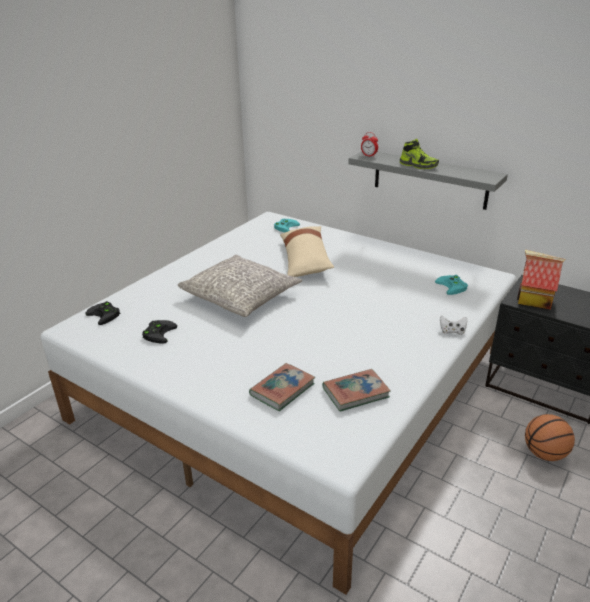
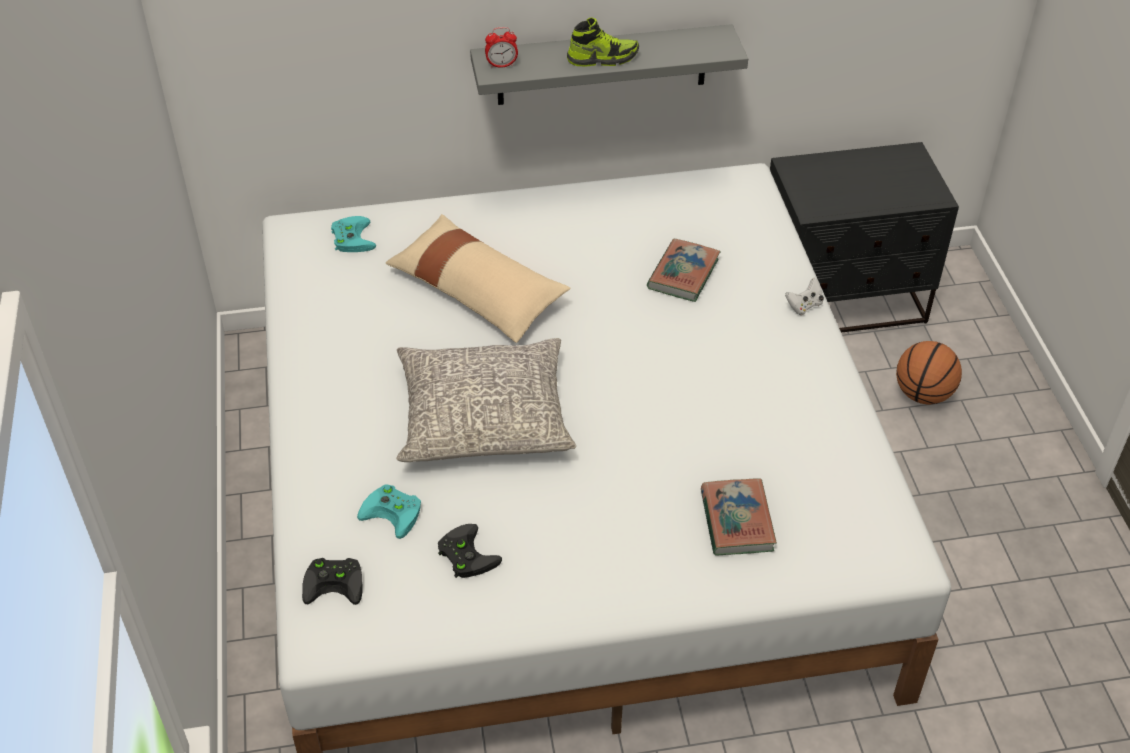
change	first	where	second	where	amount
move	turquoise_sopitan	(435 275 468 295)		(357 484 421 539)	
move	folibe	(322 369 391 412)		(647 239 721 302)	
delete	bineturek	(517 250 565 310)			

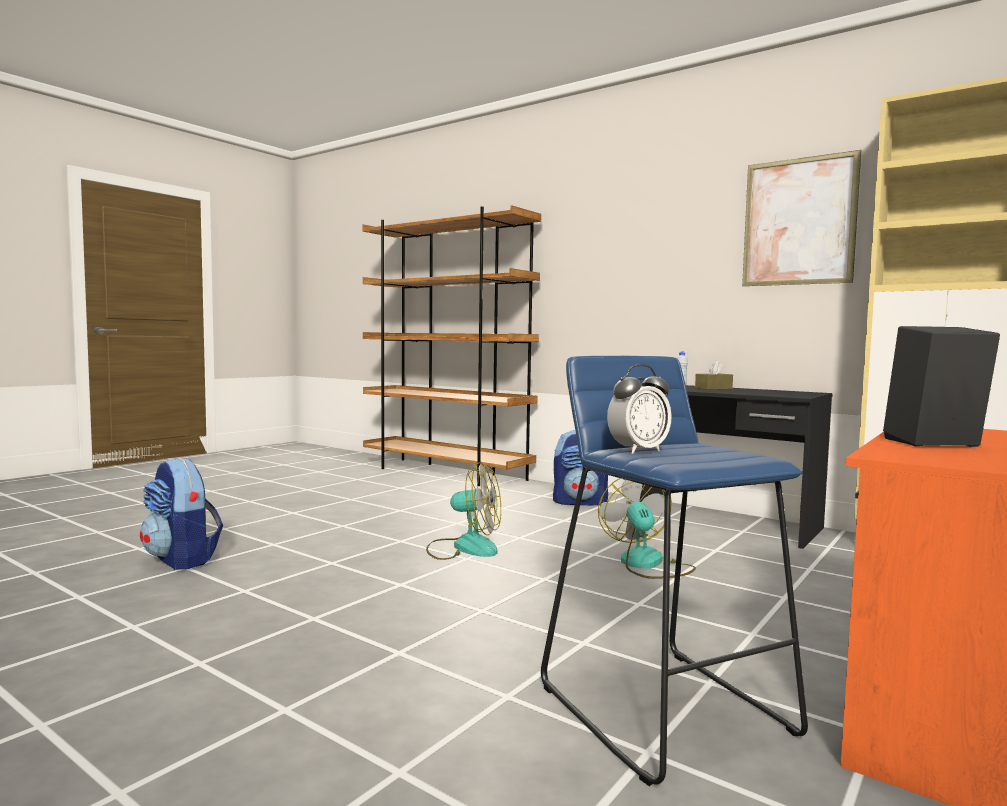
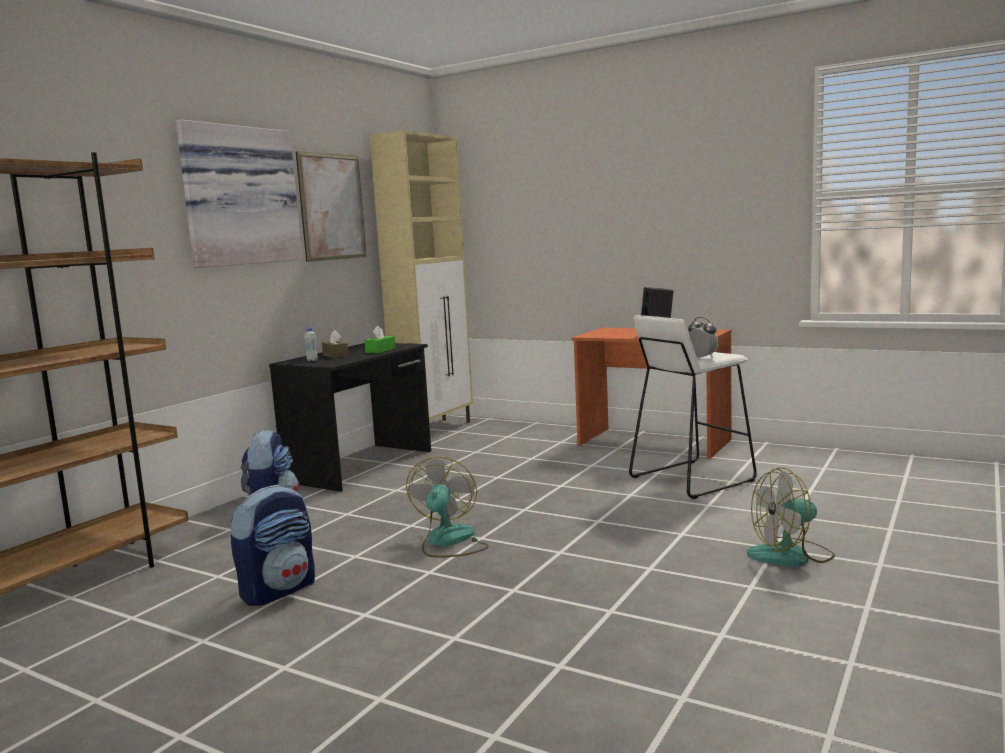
change	first	where	second	where	amount
insert			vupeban	(176 119 302 268)	
move	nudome	(140 458 223 570)		(231 485 315 606)	
insert			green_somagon	(364 326 396 353)	
recolor	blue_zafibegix	(541 356 808 786)	white_zafibegix	(629 315 757 499)	
move	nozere	(598 478 696 579)		(747 467 835 567)	

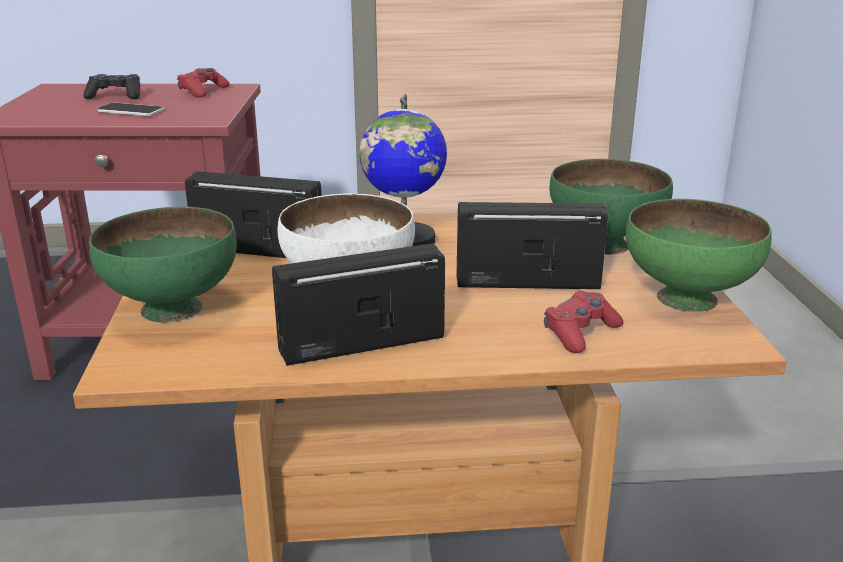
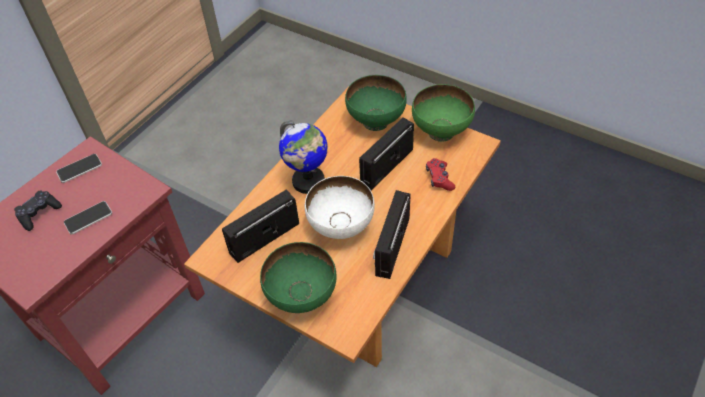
change	first	where	second	where	amount
replace	red_sopitan	(177 68 230 98)	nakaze	(56 154 102 183)	

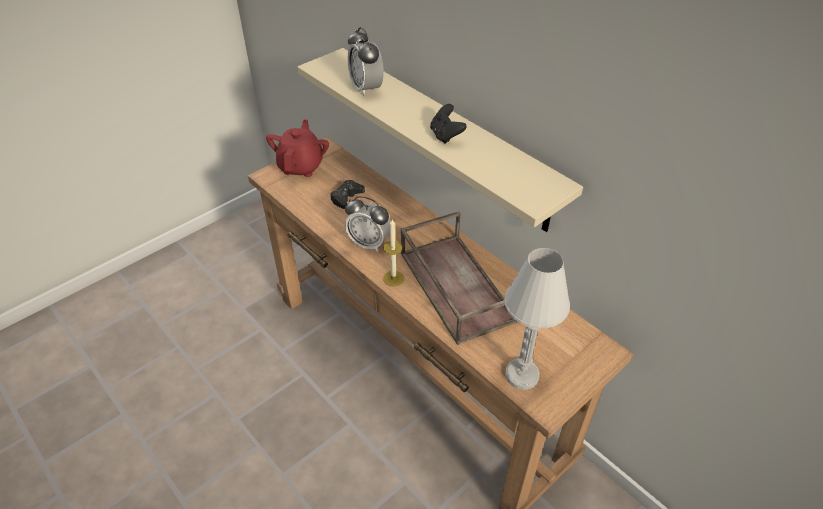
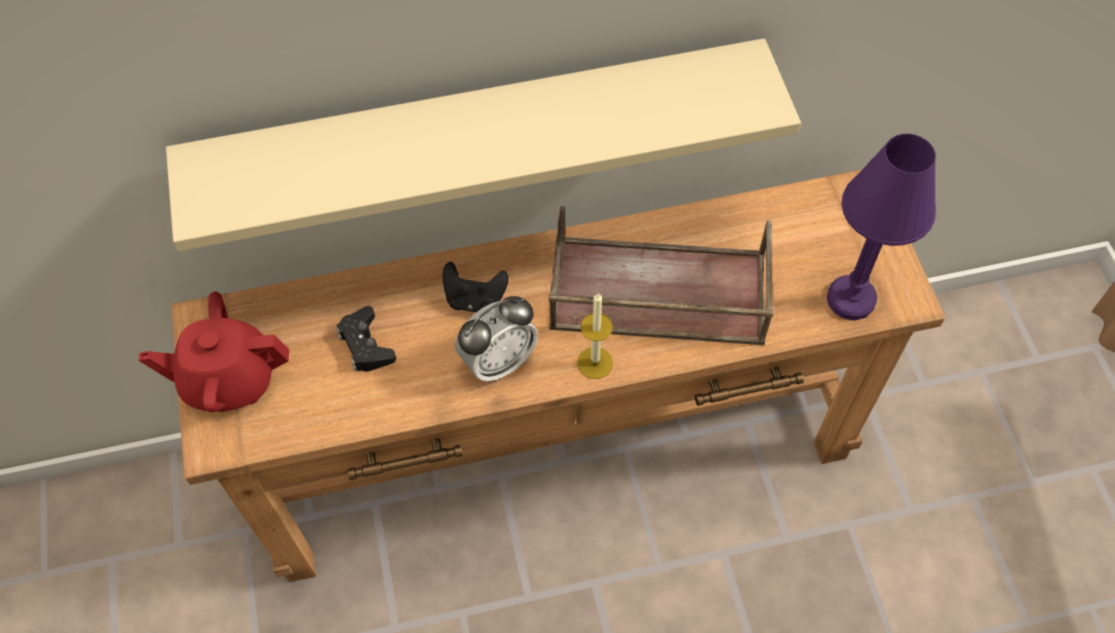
change	first	where	second	where	amount
rotate	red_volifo	(266 120 329 177)		(139 292 289 412)	45 degrees counterclockwise
move	black_sopitan	(430 104 467 144)		(443 262 509 312)	
recolor	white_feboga	(504 248 570 390)	purple_feboga	(827 134 936 321)	
delete	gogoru	(348 27 384 97)			

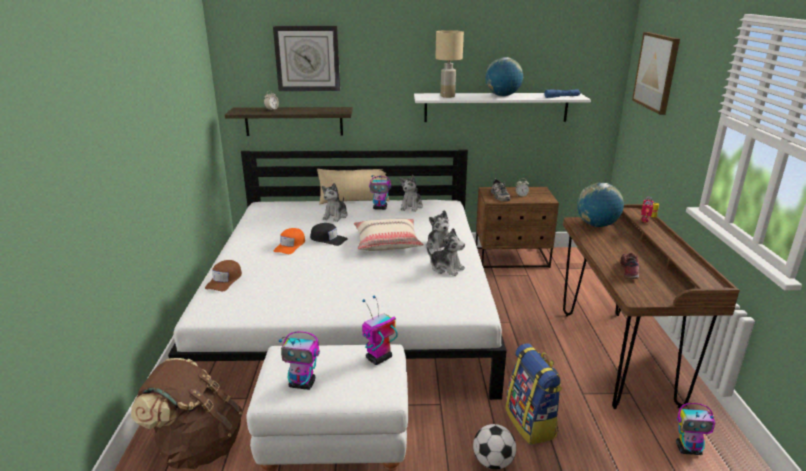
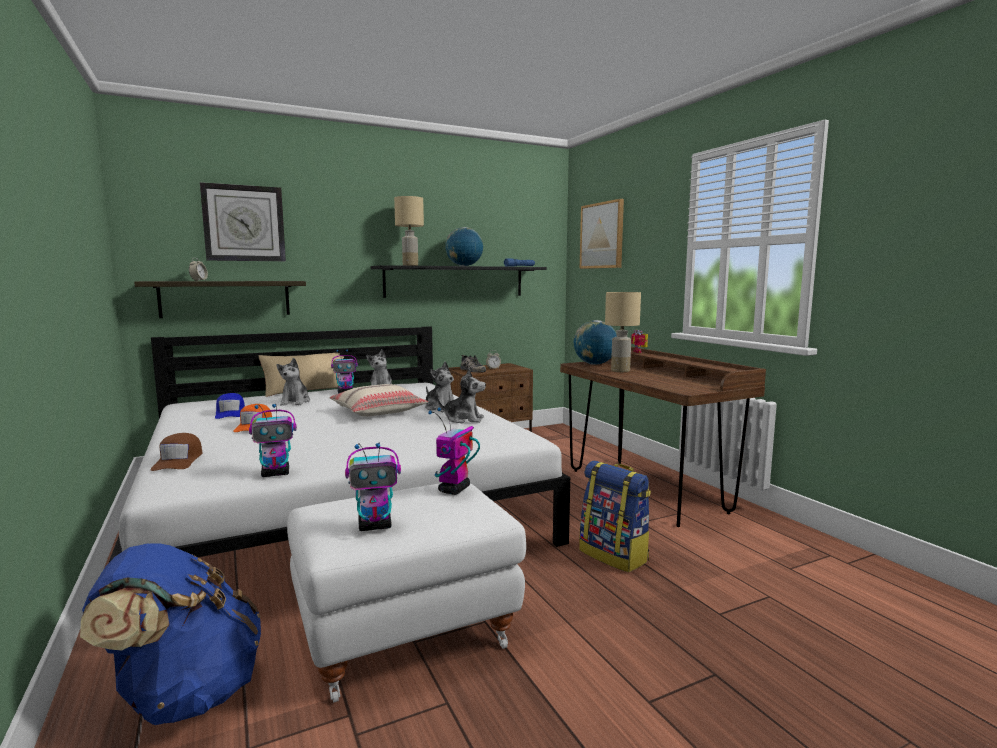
change	first	where	second	where	amount
recolor	brown_nudome	(131 358 242 469)	blue_nudome	(80 544 261 725)	
insert			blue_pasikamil	(215 393 245 419)	
move	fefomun	(676 403 715 455)		(249 404 297 477)	
recolor	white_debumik	(414 93 591 122)	black_debumik	(371 265 547 298)	
insert			beige_feboga	(605 292 641 372)	
delete	black_pasikamil	(310 223 348 246)			
delete	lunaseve	(473 424 516 470)			
delete	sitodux	(620 253 639 279)			

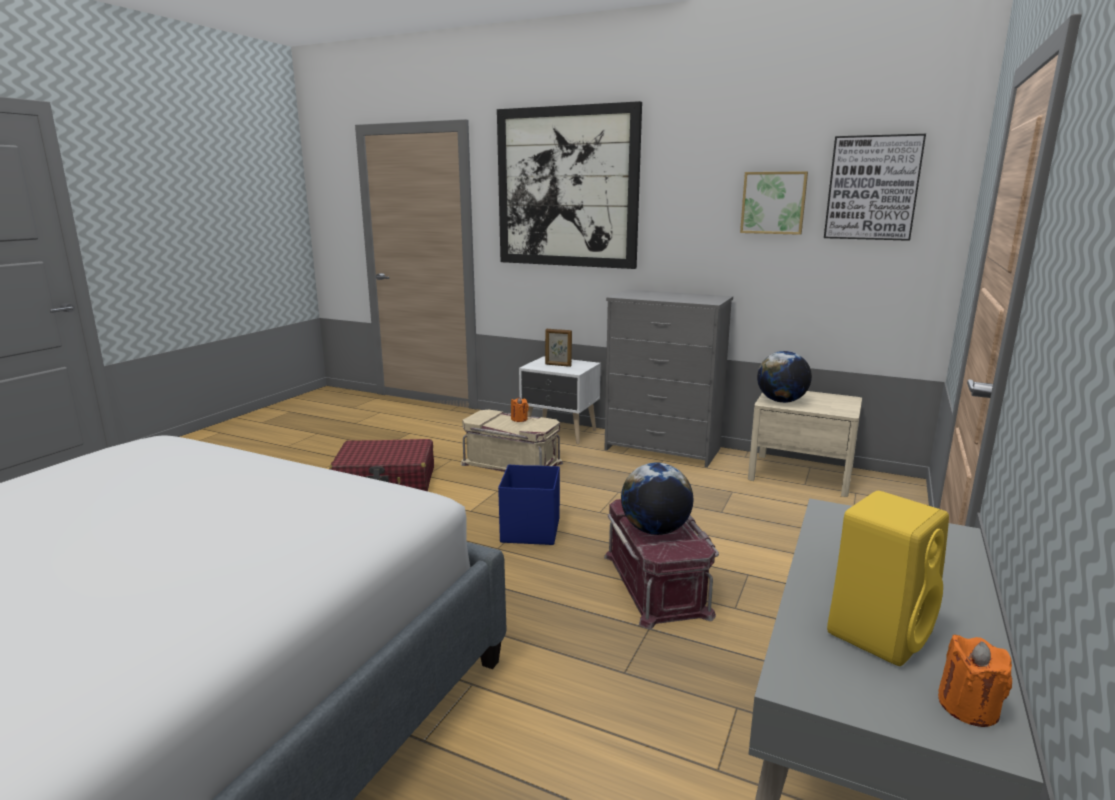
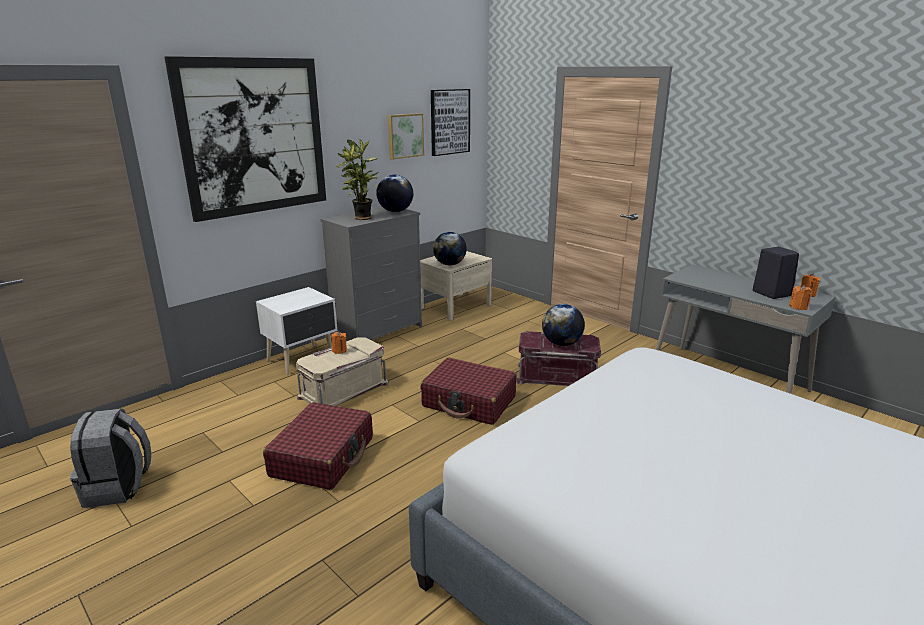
change	first	where	second	where	amount
insert			grey_nudome	(70 409 151 508)	
insert			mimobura	(335 139 378 220)	
insert			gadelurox	(376 175 413 212)	
replace	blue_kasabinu	(498 465 560 545)	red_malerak	(420 358 516 425)	
recolor	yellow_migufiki	(827 491 949 666)	black_migufiki	(753 247 799 299)	
insert			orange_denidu	(789 285 813 310)	
delete	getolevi	(545 329 572 367)			

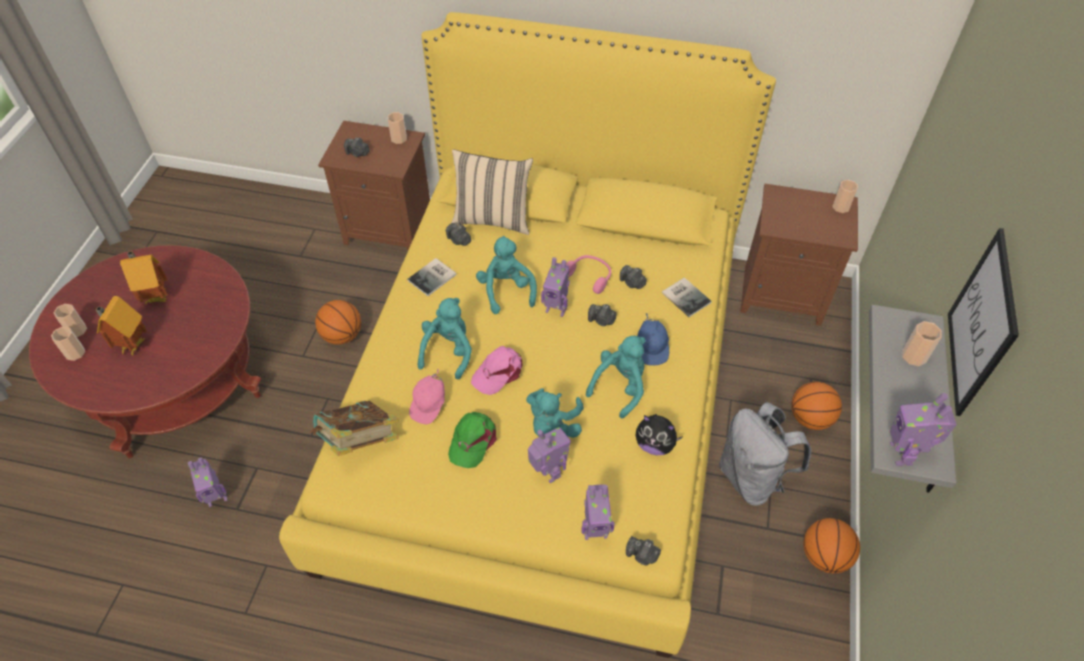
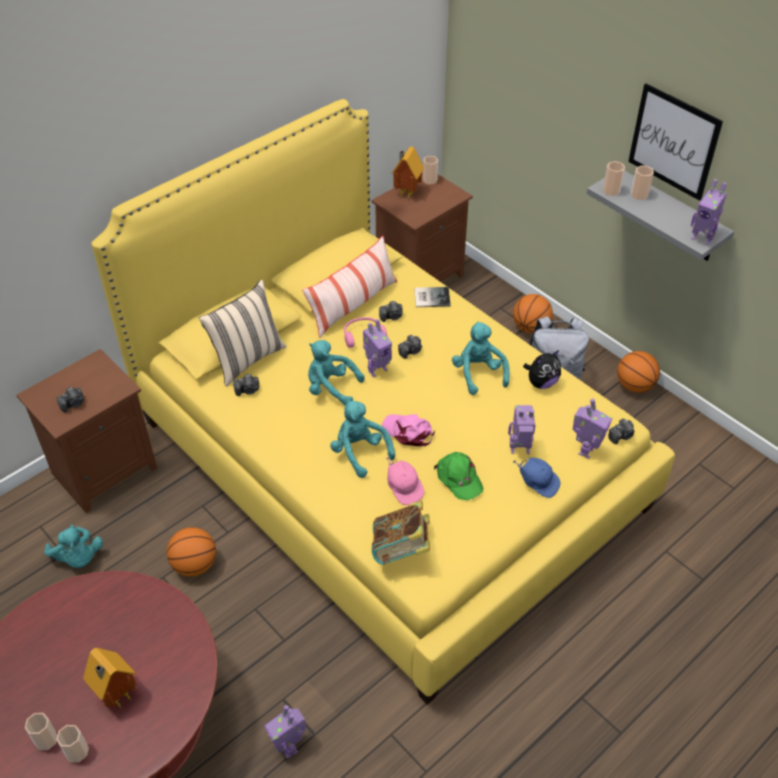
change	first	where	second	where	amount
move	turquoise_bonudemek	(526 388 584 438)		(44 525 103 568)	
rotate	fefomun	(188 458 227 507)		(265 705 306 759)	135 degrees clockwise
insert			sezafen	(302 236 397 338)	
rotate	pink_pasikamil	(471 346 523 395)		(382 414 435 446)	135 degrees clockwise
move	bineturek	(120 251 168 304)		(392 147 424 199)	
move	blue_pasikamil	(637 313 669 366)		(513 458 560 498)	
move	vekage	(388 112 407 144)		(603 161 625 196)	
delete	folibe	(407 258 457 296)			

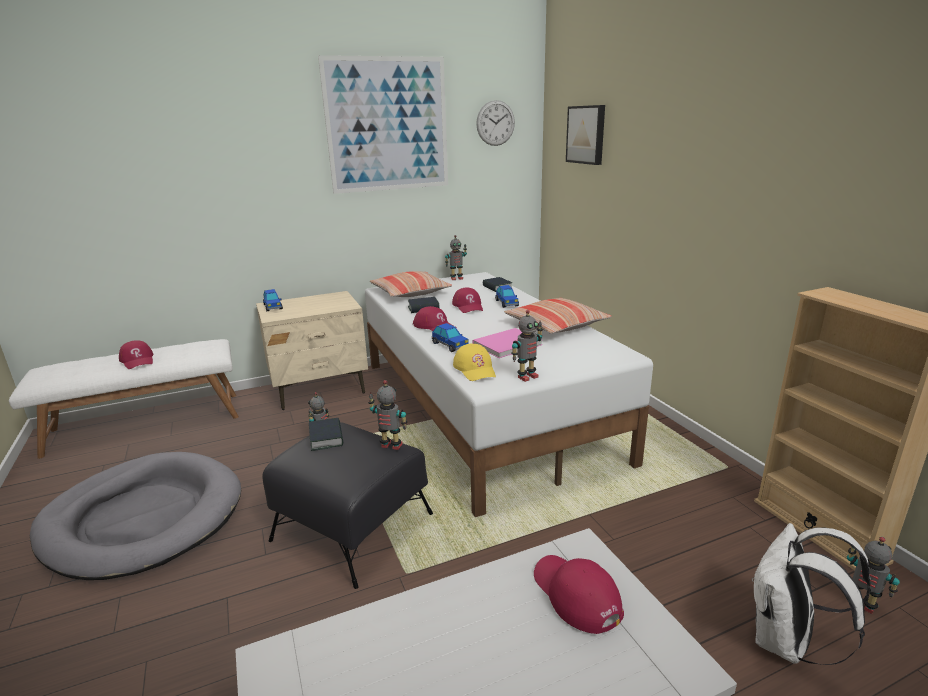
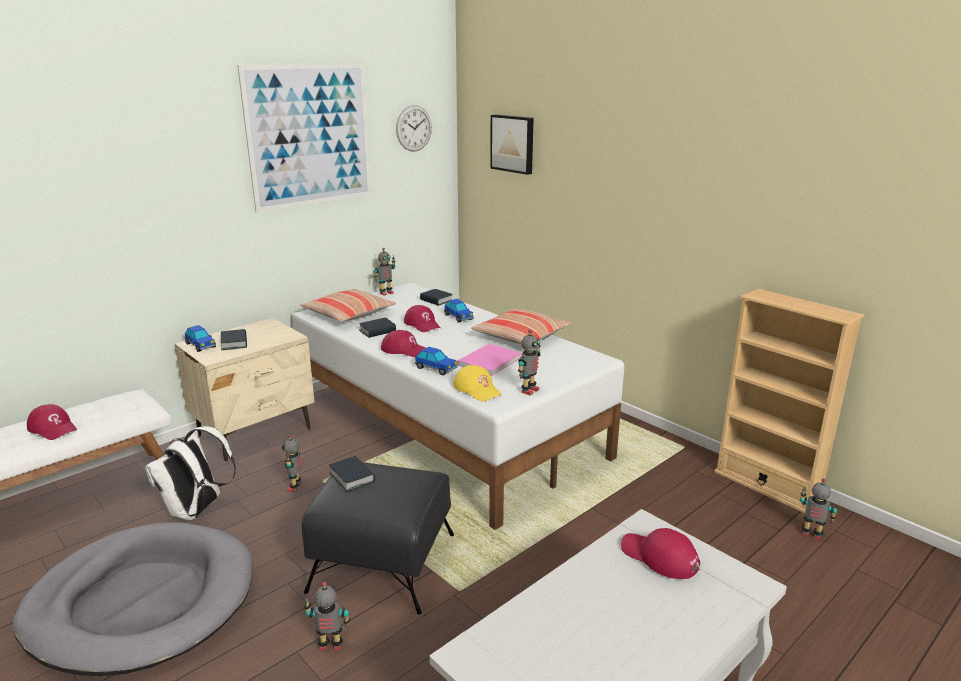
change	first	where	second	where	amount
move	white_nudome	(752 523 871 665)		(145 426 236 520)	
insert			folibe	(221 329 247 350)	
move	fefomun	(368 380 407 450)		(304 582 350 650)	

